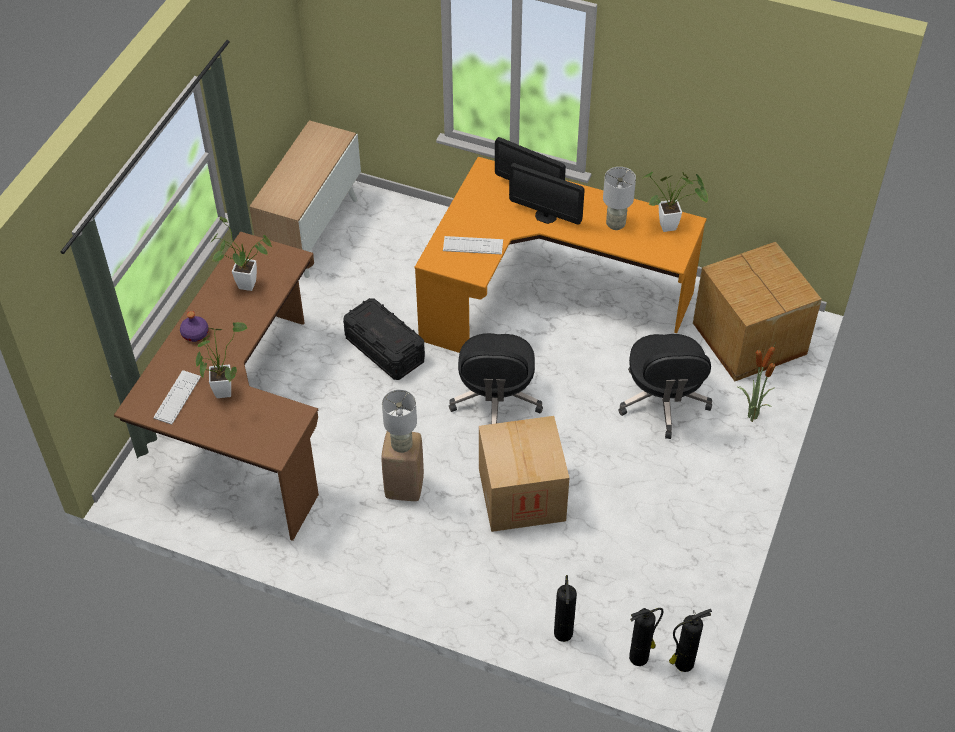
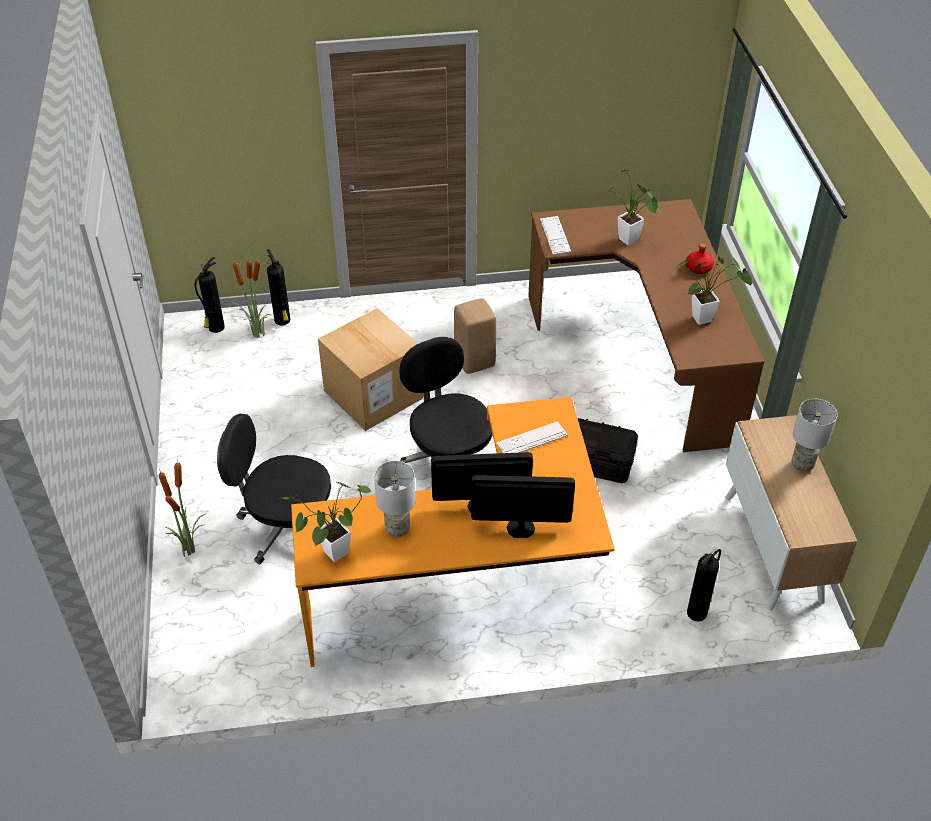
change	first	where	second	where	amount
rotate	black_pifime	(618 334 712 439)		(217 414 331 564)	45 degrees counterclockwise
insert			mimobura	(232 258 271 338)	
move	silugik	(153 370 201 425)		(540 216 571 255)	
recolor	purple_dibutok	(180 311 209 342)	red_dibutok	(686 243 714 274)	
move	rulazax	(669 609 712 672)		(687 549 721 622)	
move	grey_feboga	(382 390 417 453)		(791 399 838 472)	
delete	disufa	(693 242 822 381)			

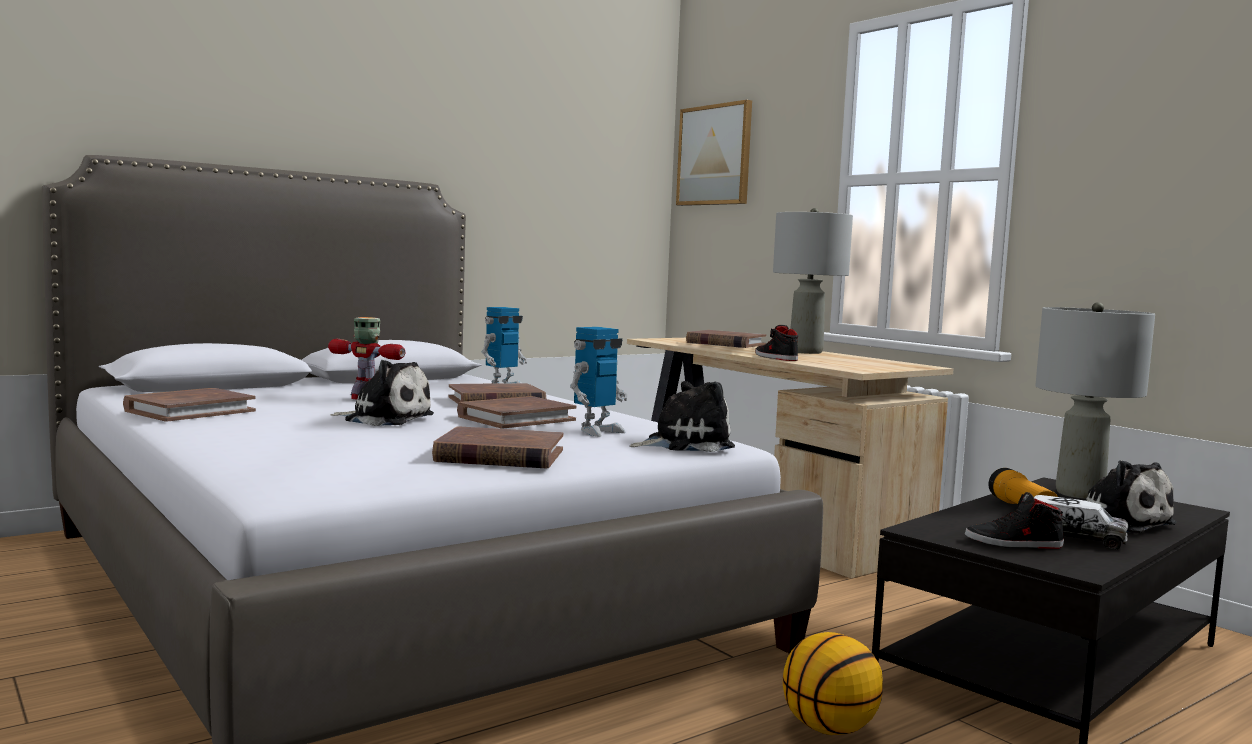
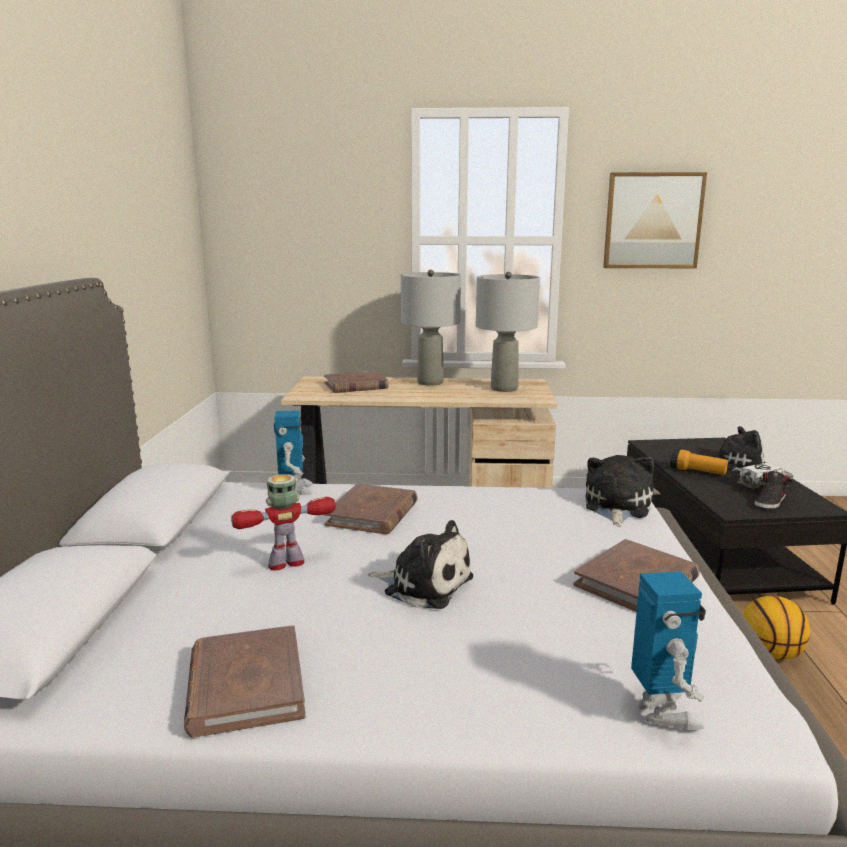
change	first	where	second	where	amount
rotate	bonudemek	(330 360 434 426)		(368 520 473 609)	60 degrees clockwise
move	grey_feboga	(1035 302 1155 499)		(476 272 540 392)	
move	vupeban	(676 100 752 206)		(603 172 707 268)	
move	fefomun	(570 327 627 437)		(631 571 706 730)	
delete	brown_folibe	(457 396 577 429)			
delete	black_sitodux	(755 325 798 361)			

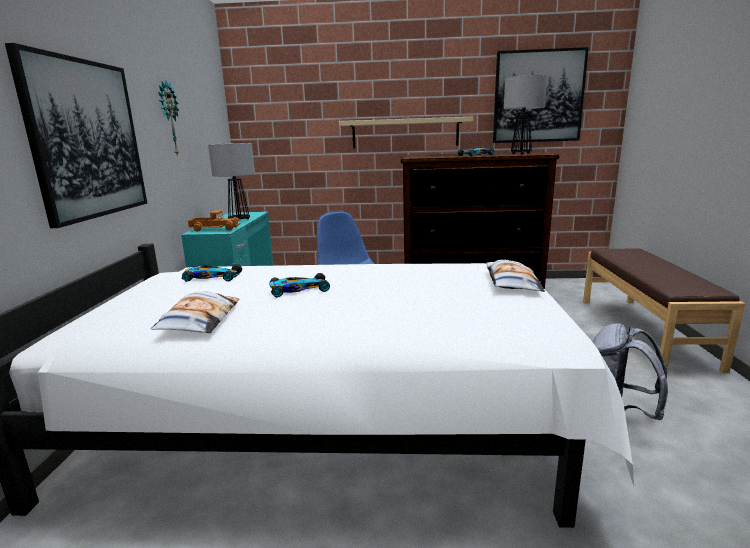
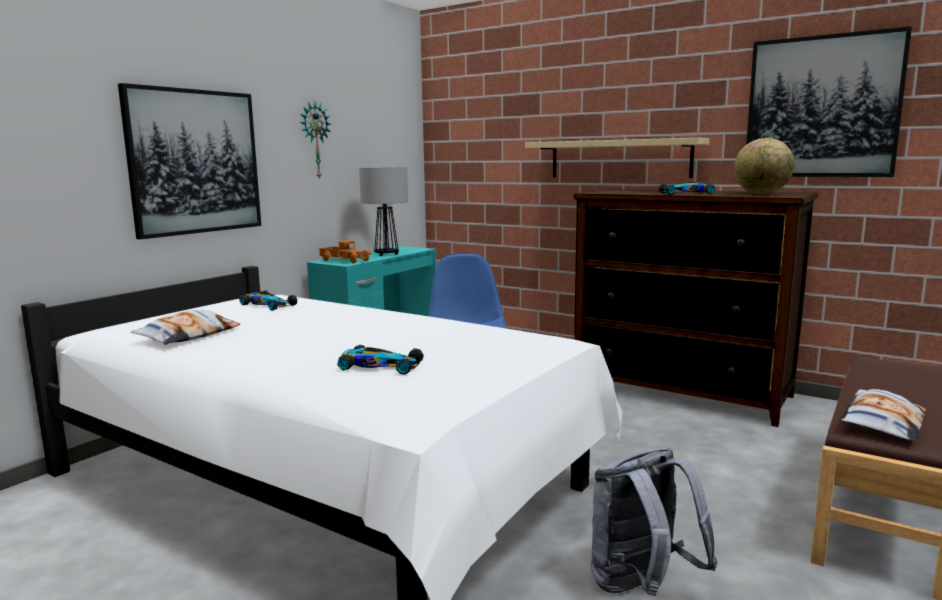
change	first	where	second	where	amount
move	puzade	(269 273 330 298)		(337 345 424 375)	
replace	feboga	(504 75 547 154)	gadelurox	(734 138 795 194)	
move	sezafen	(486 260 545 292)		(841 389 926 442)	

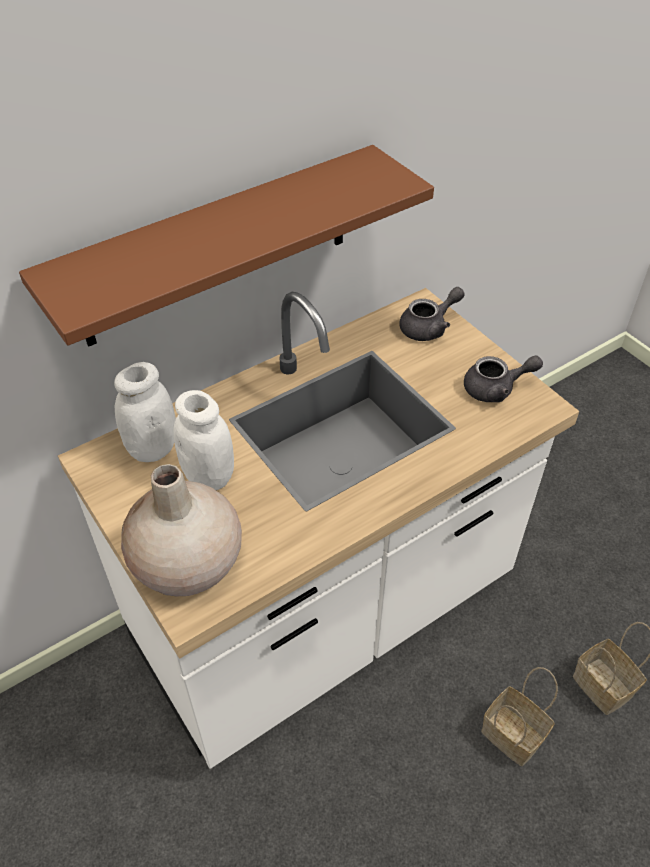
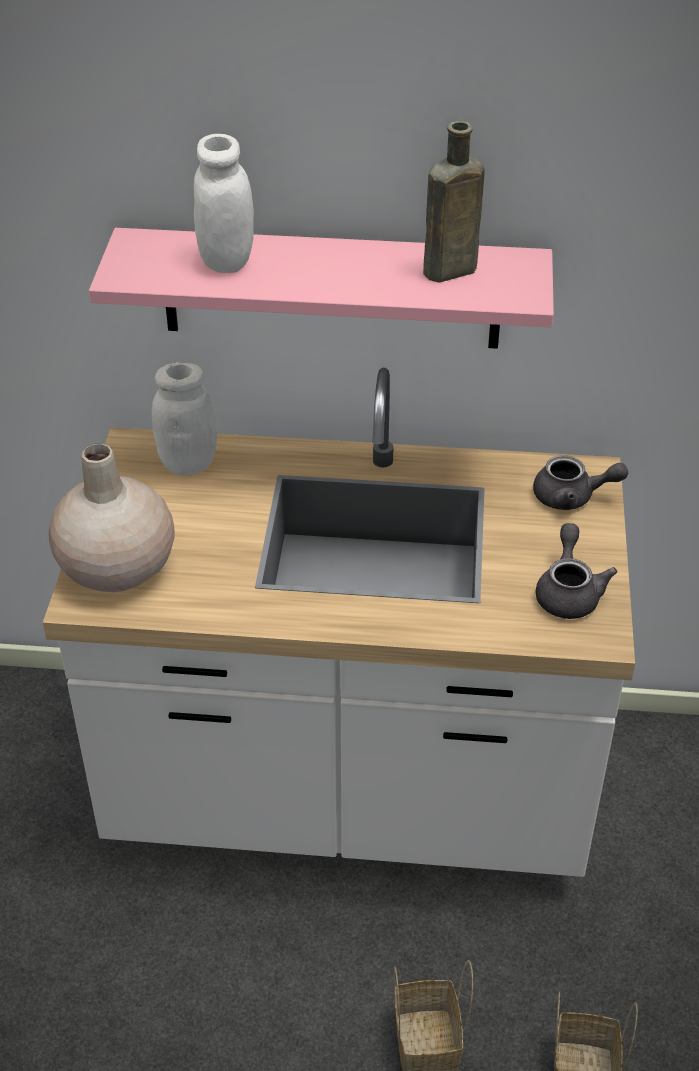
change	first	where	second	where	amount
recolor	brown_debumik	(19 145 434 346)	pink_debumik	(89 228 554 349)	
move	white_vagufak	(174 390 234 490)		(194 134 254 273)	
insert			brown_dibutok	(423 121 485 283)	
rotate	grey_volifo	(464 356 543 402)		(536 523 618 619)	120 degrees counterclockwise

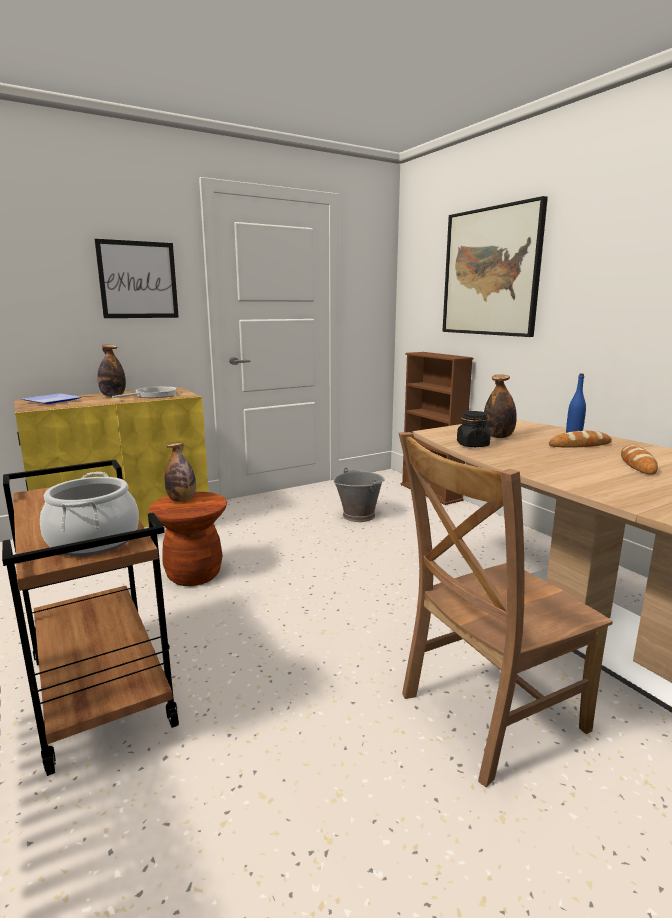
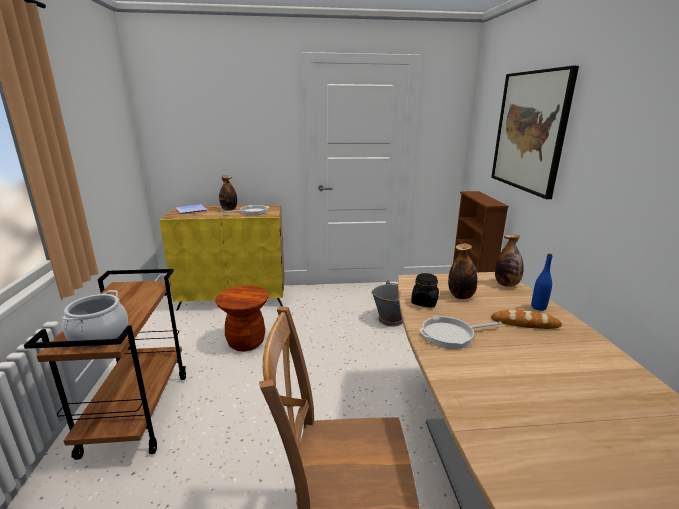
change	first	where	second	where	amount
insert			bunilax	(419 316 502 349)	
move	dibutok	(165 443 196 502)		(495 235 524 287)	
delete	vupeban	(95 239 179 318)			
delete	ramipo	(621 445 658 475)			

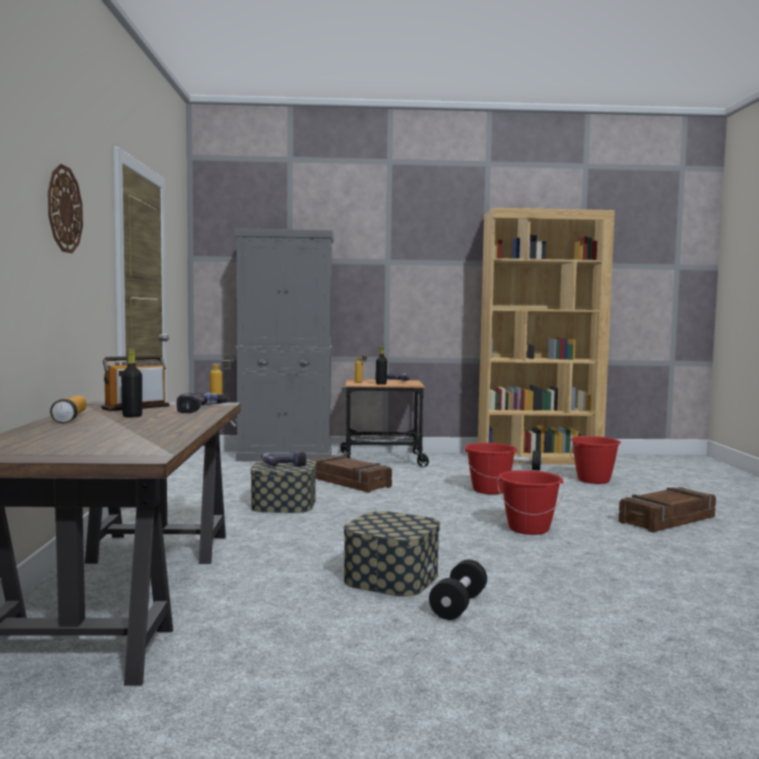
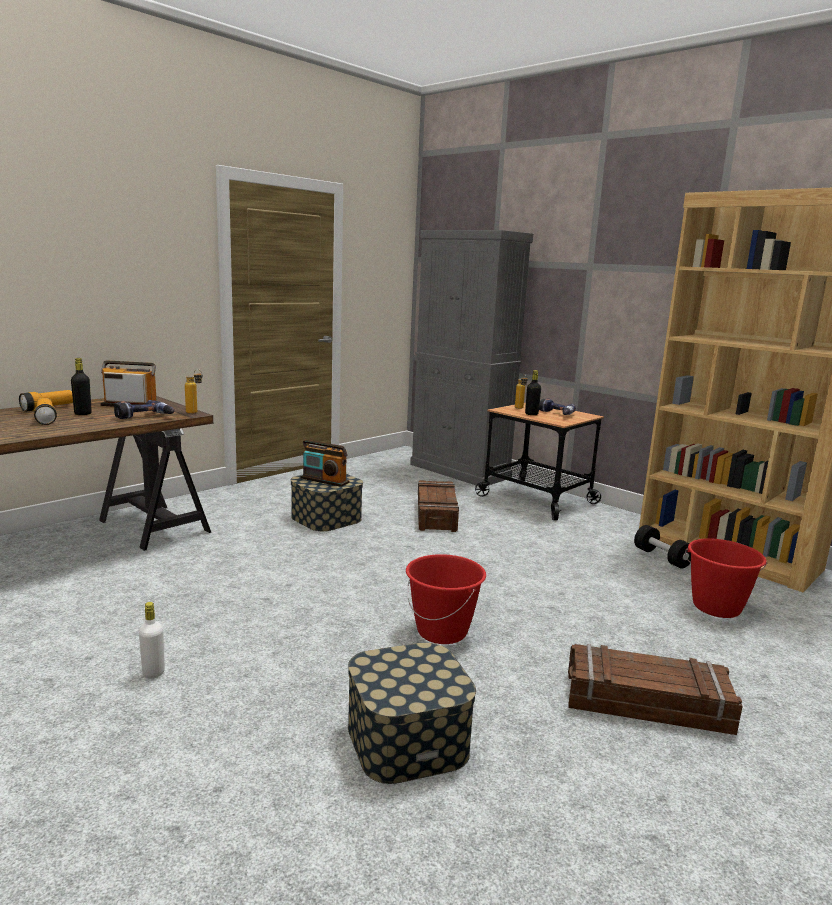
change	first	where	second	where	amount
insert			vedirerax	(34 398 57 425)	
replace	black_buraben	(429 560 487 620)	white_dibutok	(139 602 165 679)	
replace	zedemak	(261 451 306 467)	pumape	(300 440 349 487)	
move	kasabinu	(344 511 440 597)		(348 643 476 784)	
delete	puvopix	(48 164 83 253)			
delete	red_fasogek	(464 443 518 494)			

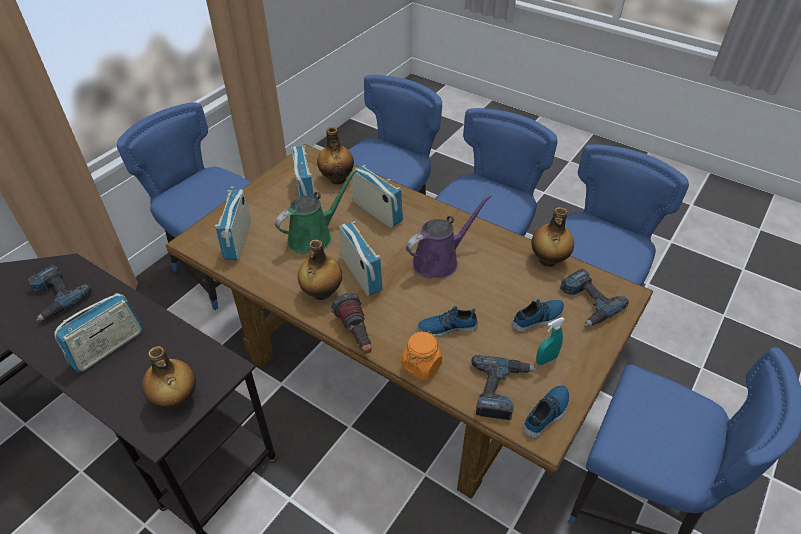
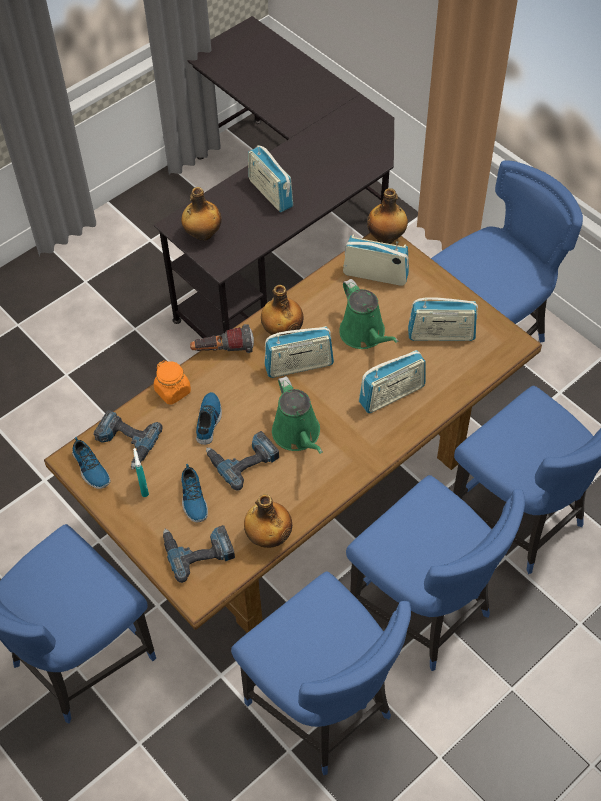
change	first	where	second	where	amount
move	zedemak	(26 264 92 321)		(206 431 279 491)	
recolor	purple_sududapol	(406 194 492 278)	green_sududapol	(272 376 323 454)	
move	dibutok	(317 127 354 184)		(367 188 408 244)	

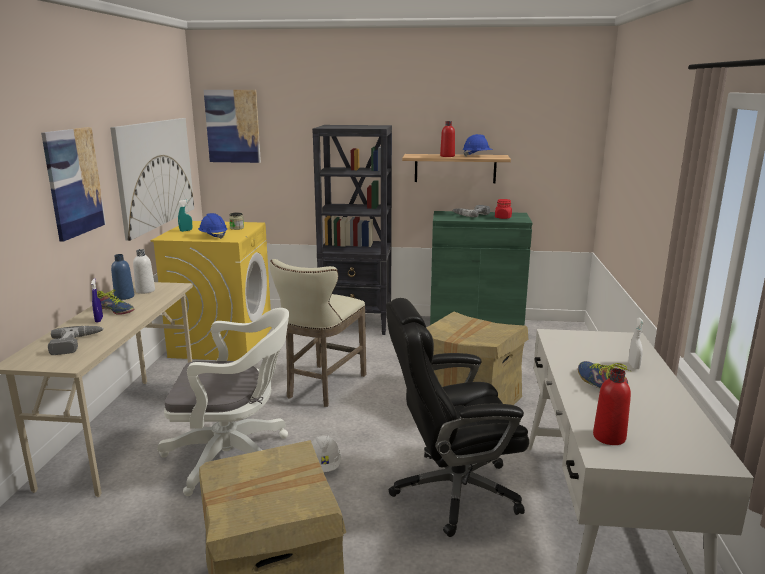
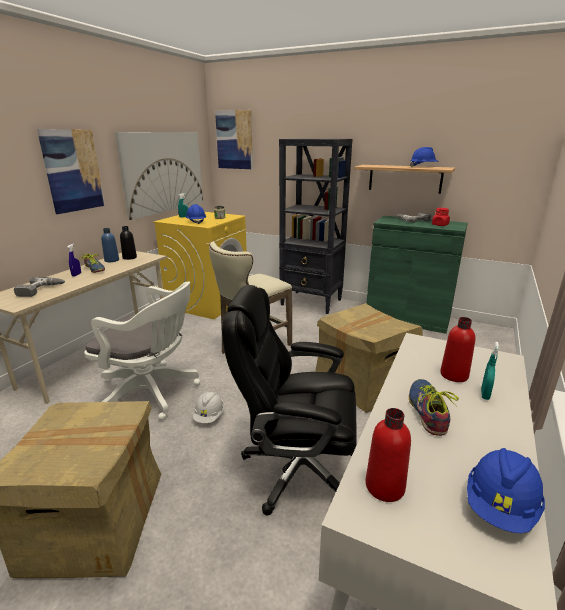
change	first	where	second	where	amount
recolor	white_dibutok	(133 249 155 294)	black_dibutok	(120 226 137 260)	
move	red_dibutok	(440 121 455 157)		(440 317 475 382)	
insert			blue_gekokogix	(467 448 545 533)	
recolor	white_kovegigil	(628 318 644 369)	turquoise_kovegigil	(481 342 499 400)	

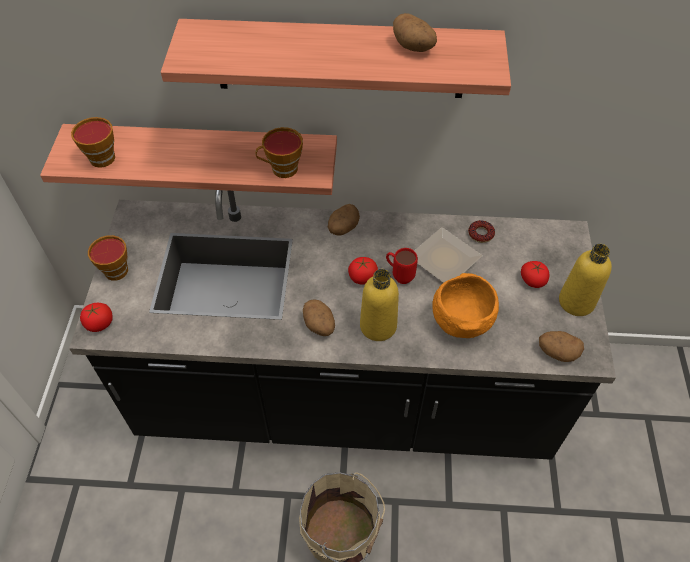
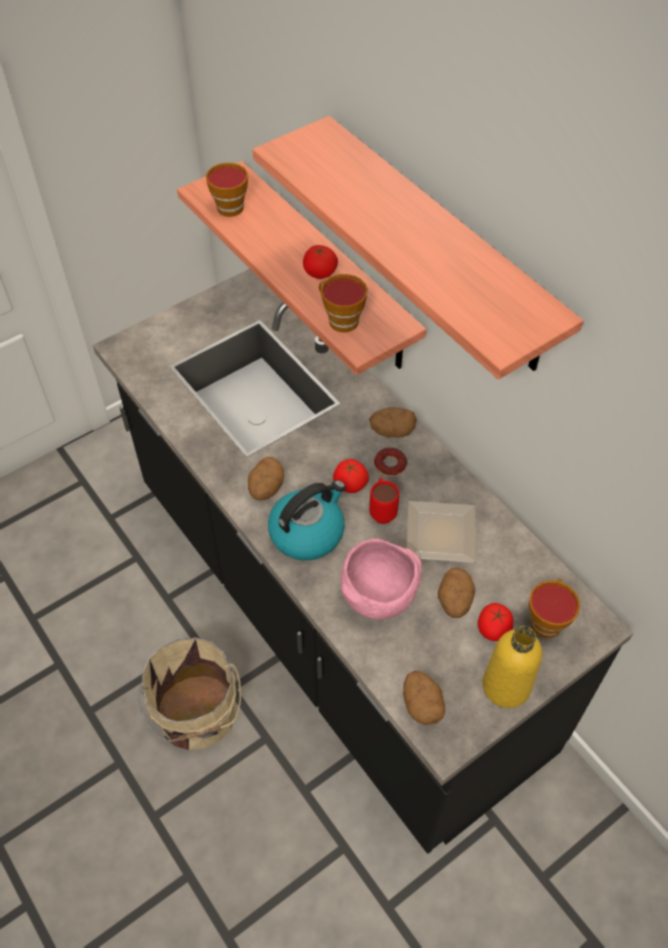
change	first	where	second	where	amount
replace	yellow_dibutok	(360 269 399 341)	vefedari	(268 480 346 561)	
move	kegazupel	(80 303 113 332)		(303 245 338 279)	
recolor	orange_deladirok	(432 273 499 338)	pink_deladirok	(341 538 422 620)	
move	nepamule	(468 220 495 243)		(374 448 407 476)	
move	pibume	(393 13 437 52)		(438 568 475 618)	
move	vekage	(88 235 128 281)		(529 579 581 638)	

